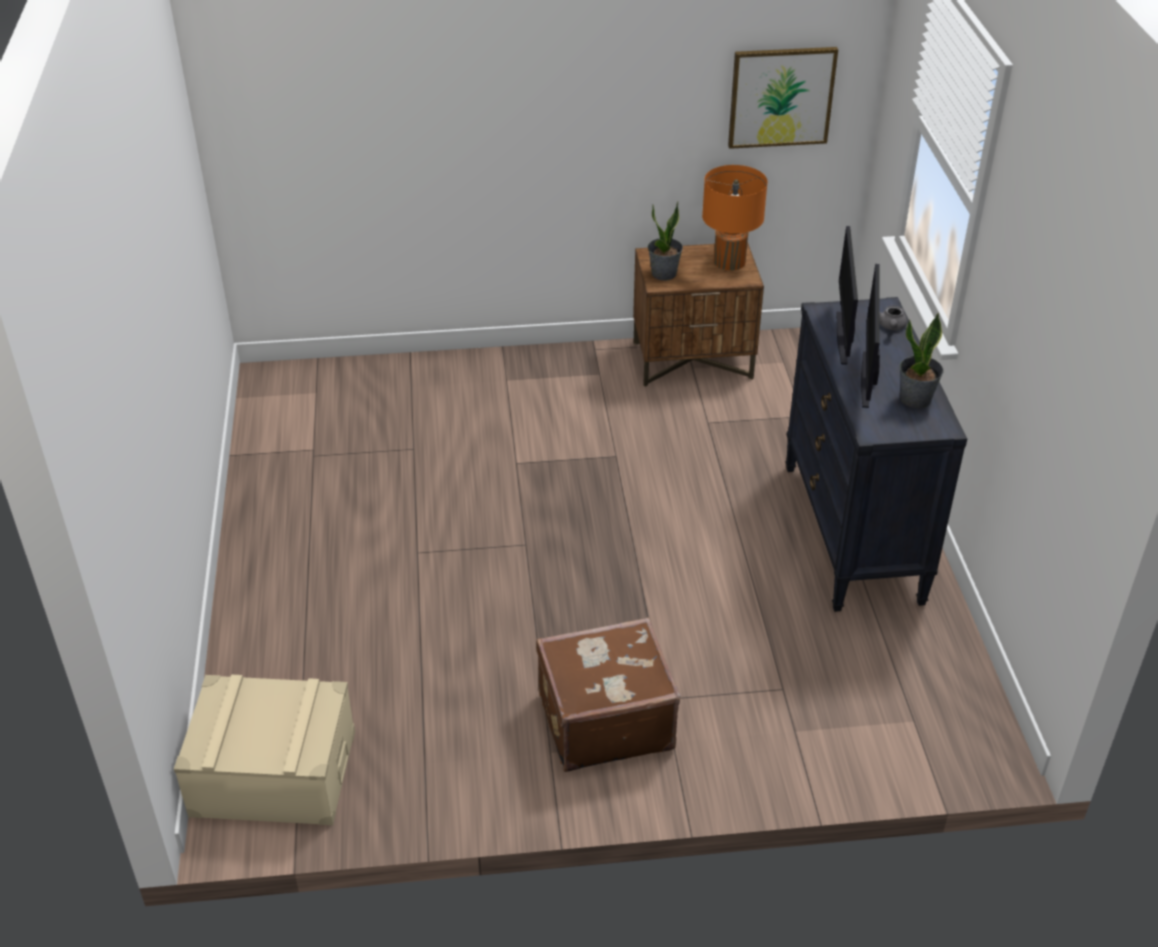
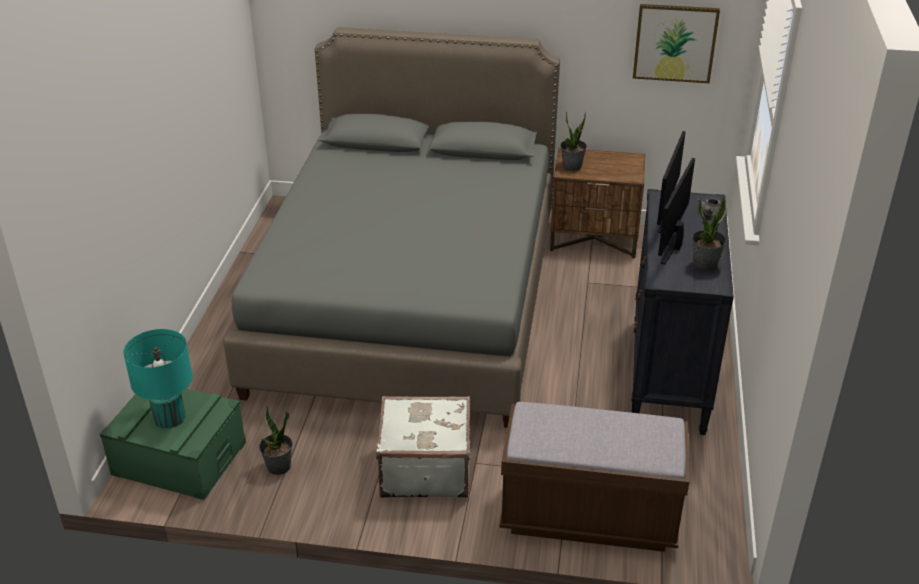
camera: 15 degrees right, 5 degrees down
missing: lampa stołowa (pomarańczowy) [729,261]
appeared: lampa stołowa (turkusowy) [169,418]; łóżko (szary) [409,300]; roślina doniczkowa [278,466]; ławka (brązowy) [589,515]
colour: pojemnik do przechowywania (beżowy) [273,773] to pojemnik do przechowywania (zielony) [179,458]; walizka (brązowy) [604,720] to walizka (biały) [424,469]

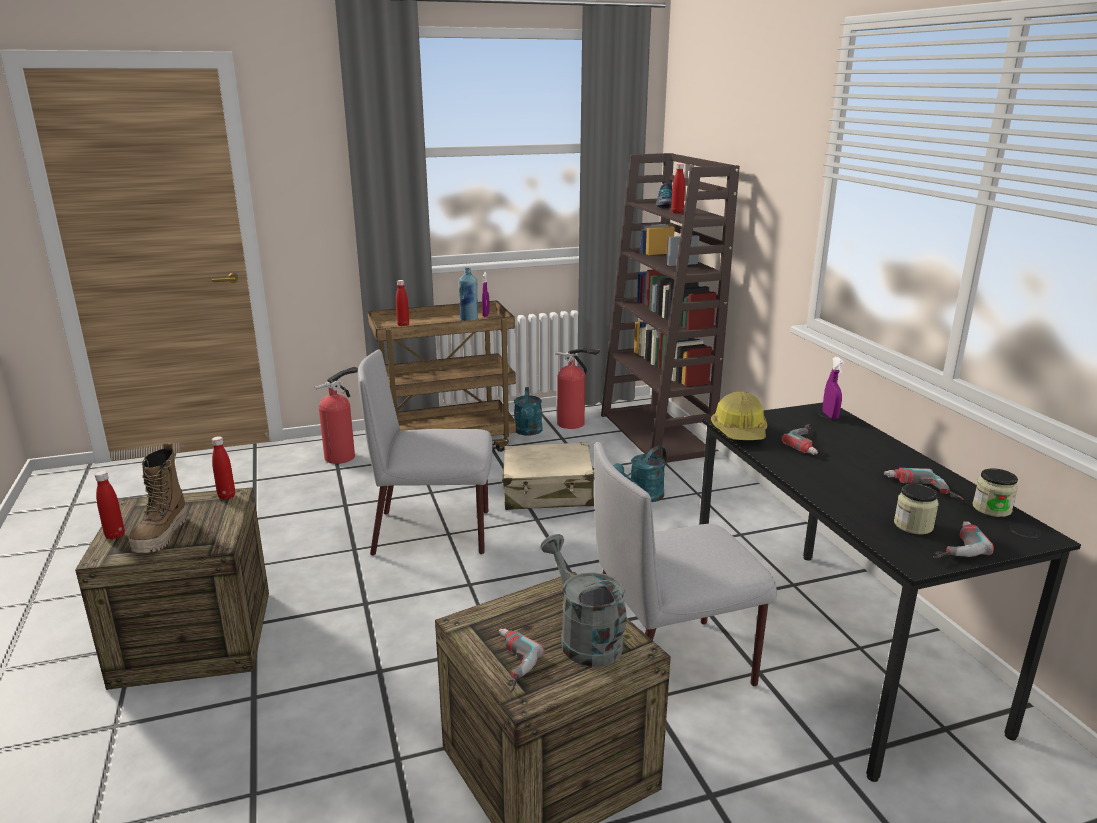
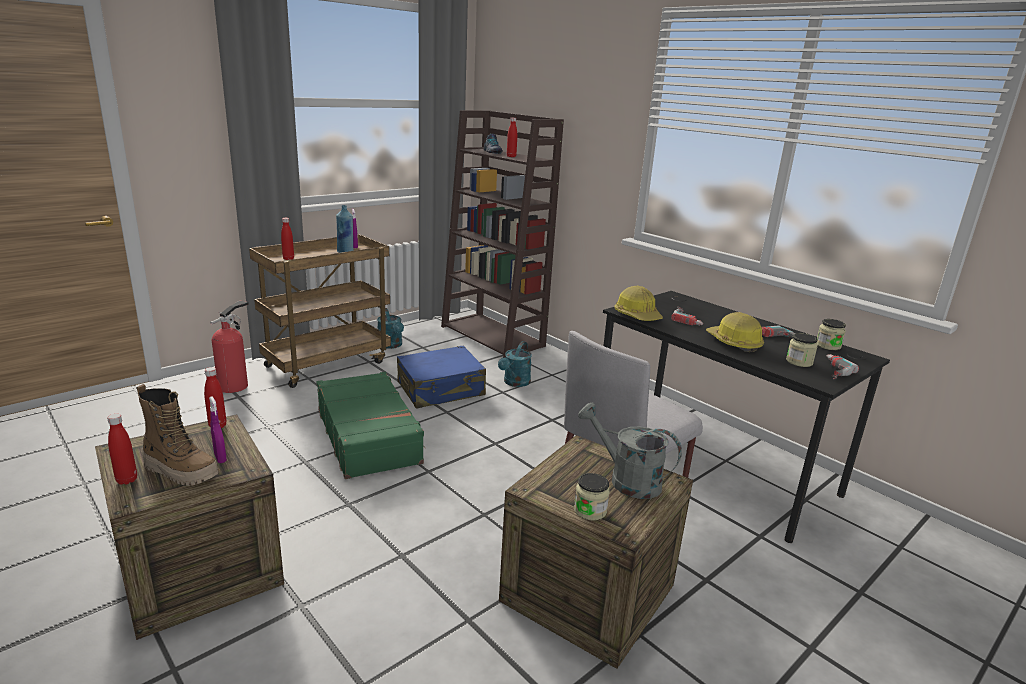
camera: 25 degrees left, 0 degrees up
missing: gaśnica [573,424]
appeared: kask [734,343]
relocated: spryskiwacz (fioletowy) [830,415] to [220,458]
exchanged: krzesło (szary) [434,532] to walizka (zielony) [369,436]; wiertarka [506,664] to słoik [590,510]
colour: walizka (beżowy) [548,492] to walizka (niebieski) [441,389]
spun: but z cholewką [162,536] = [181,471] 45 degrees counterclockwise

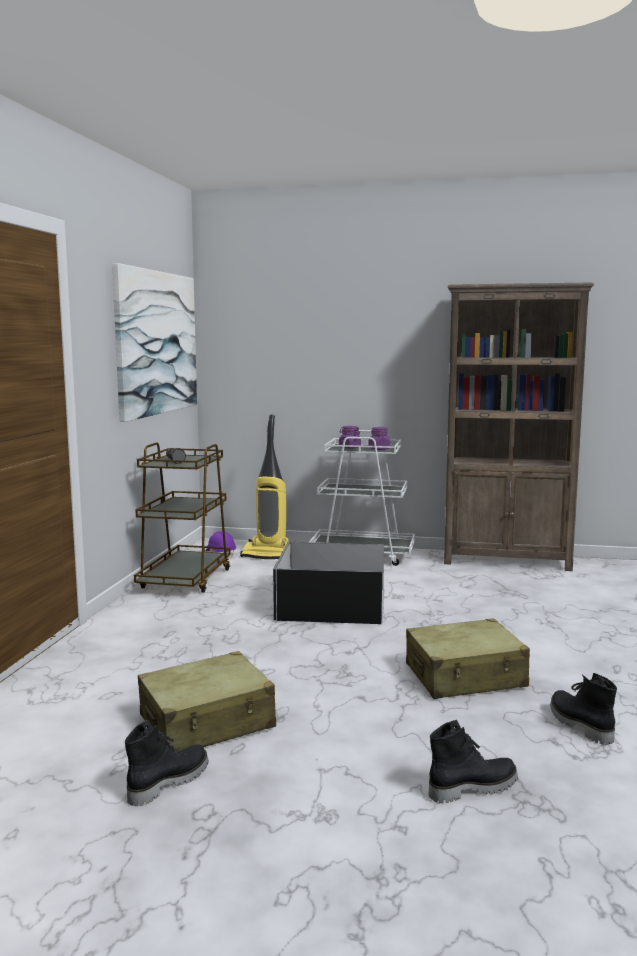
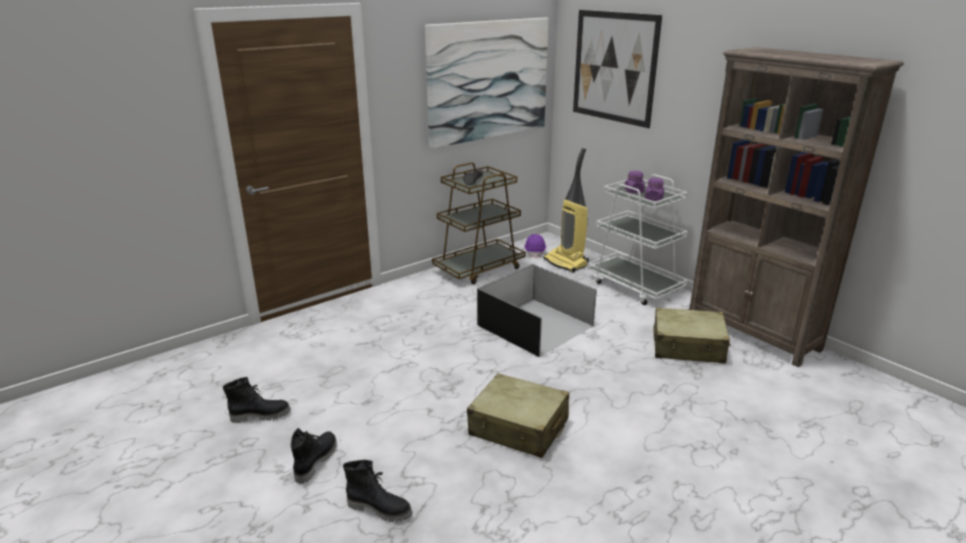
camera: 40 degrees right, 15 degrees up
appeared: obraz [614,67]
relocated: but z cholewką (czarny) [579,725] to [315,461]; walizka (beżowy) [207,722] to [688,347]

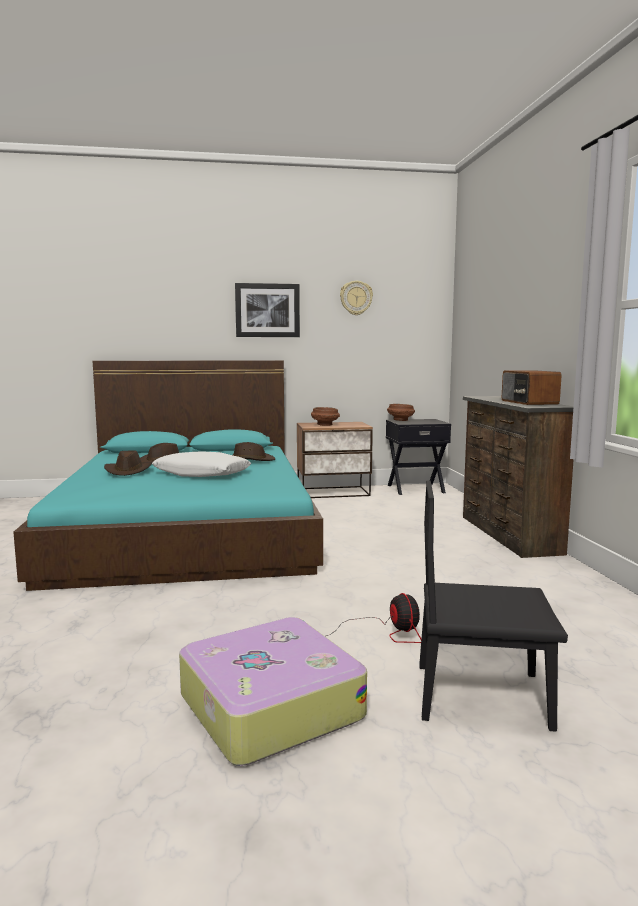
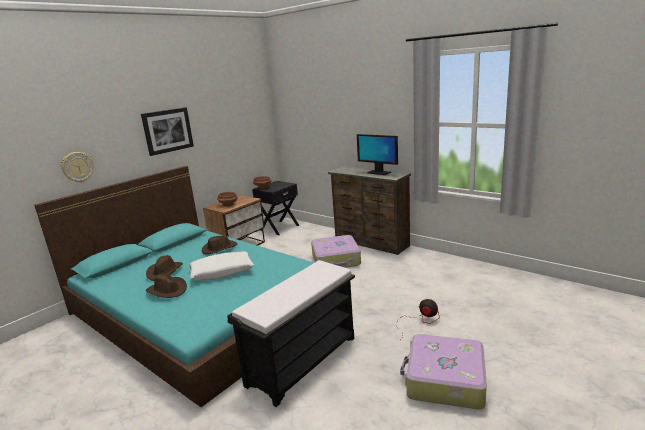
camera: 40 degrees left, 10 degrees up
missing: krzesło (czarny) [482,696]
appeared: ławka (czarny) [303,360]; walizka [336,260]
relocated: zegar ścienny [356,298] to [77,167]
exchanged: radio [528,402] to monitor [378,173]

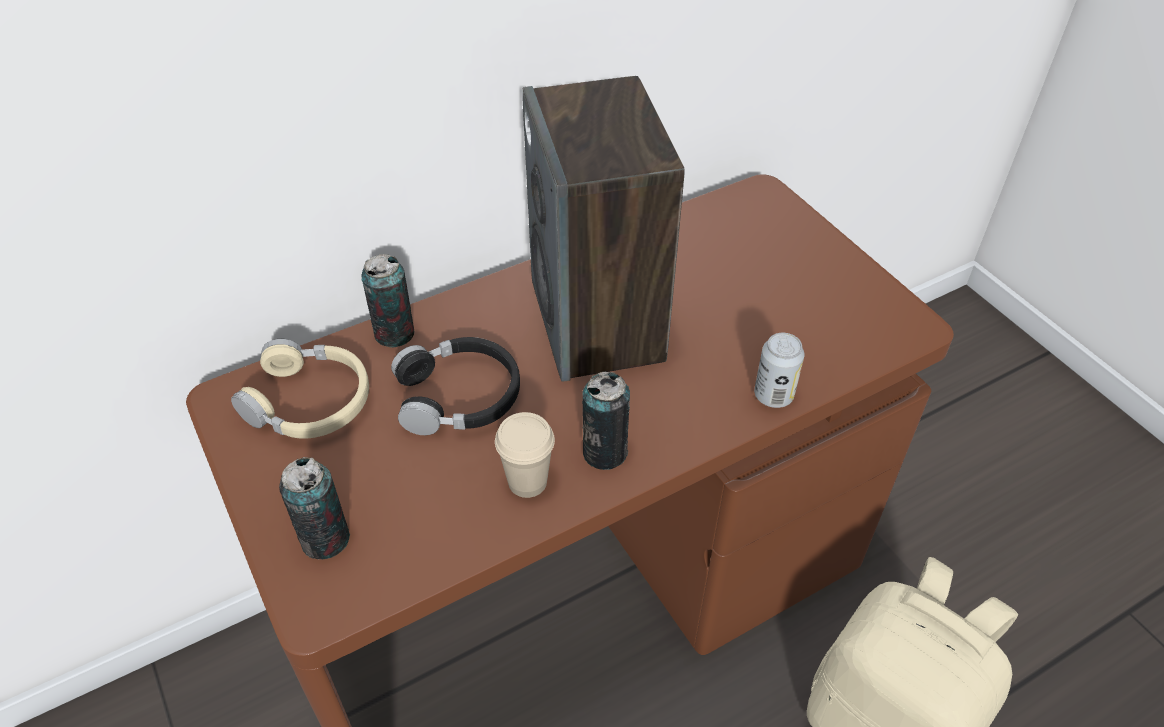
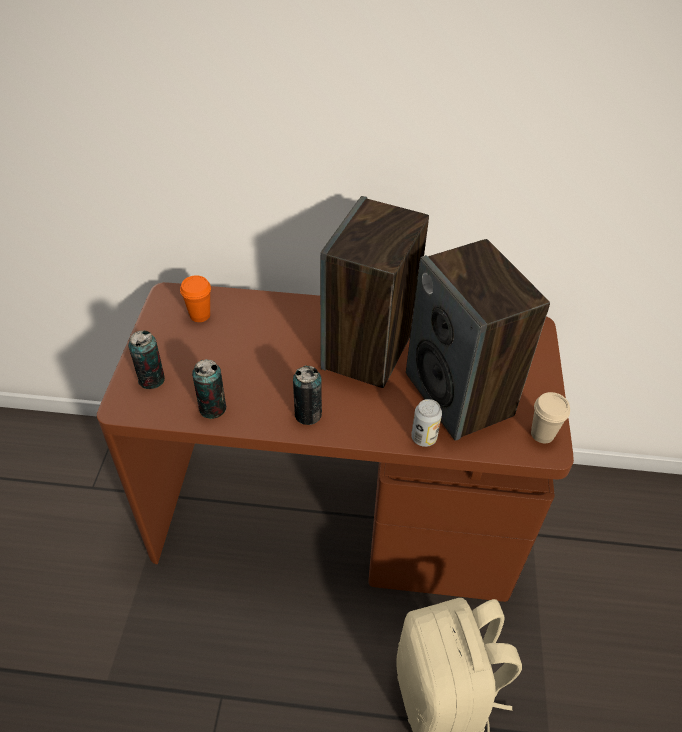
camera: 35 degrees right, 0 degrees up
missing: słuchawki (czarny) [459,396]
appeared: głośnik [459,395]
relocated: puszka [394,333] to [212,408]; filiżanka (beżowy) [527,482] to [542,434]
exchanged: słuchawki (beżowy) [309,402] to filiżanka (pomarańczowy) [200,315]

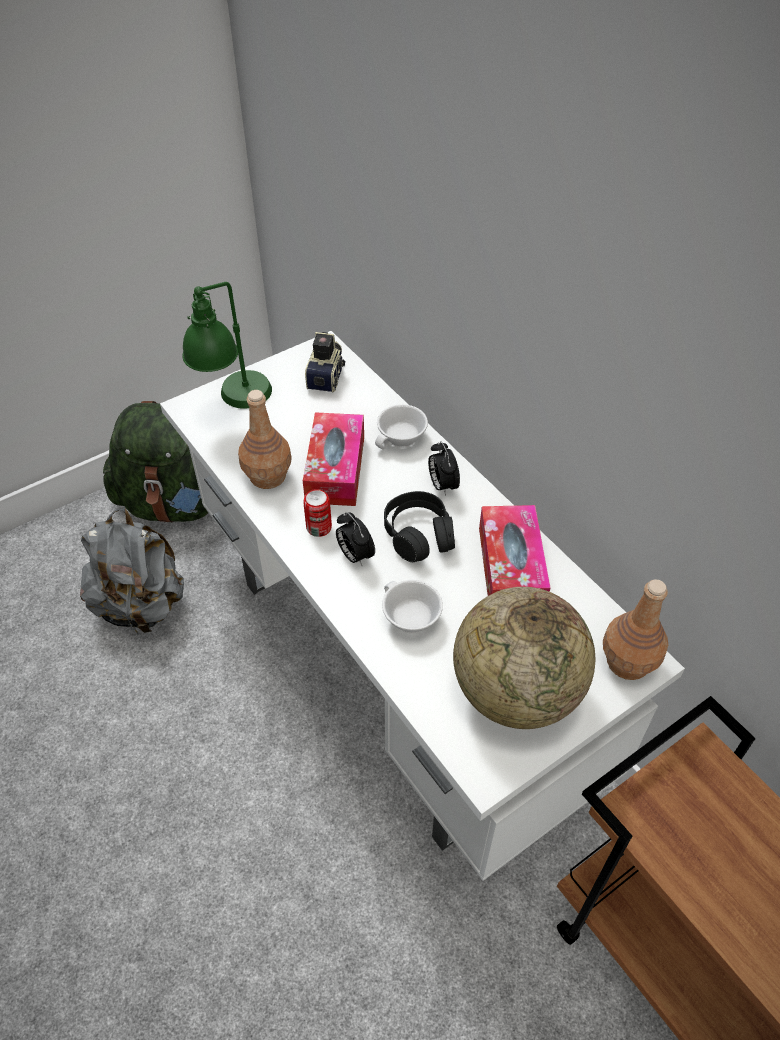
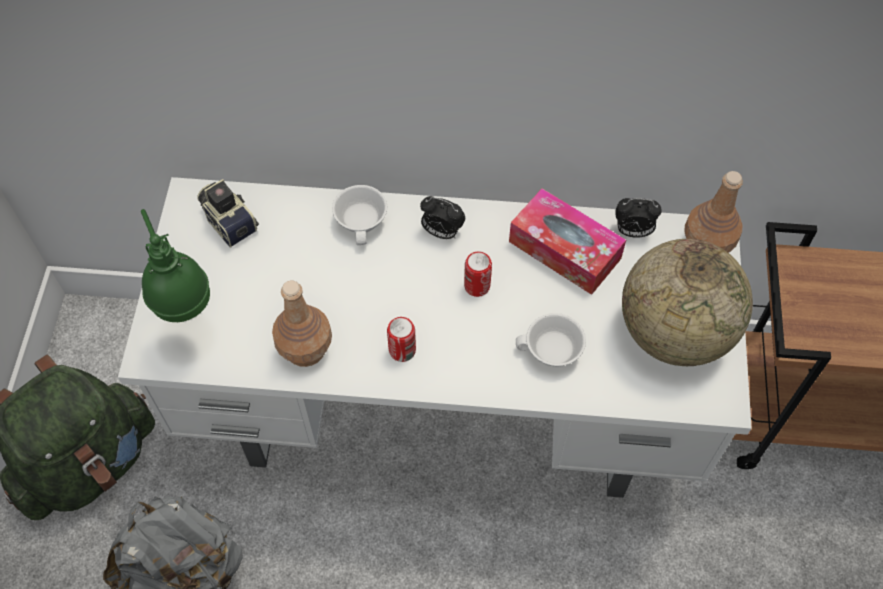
camera: 50 degrees left, 10 degrees up
missing: pudełko chusteczek [335,469]
relocated: budzik [355,555] to [632,231]
exchanged: słuchawki (czarny) [418,535] to puszka [477,286]

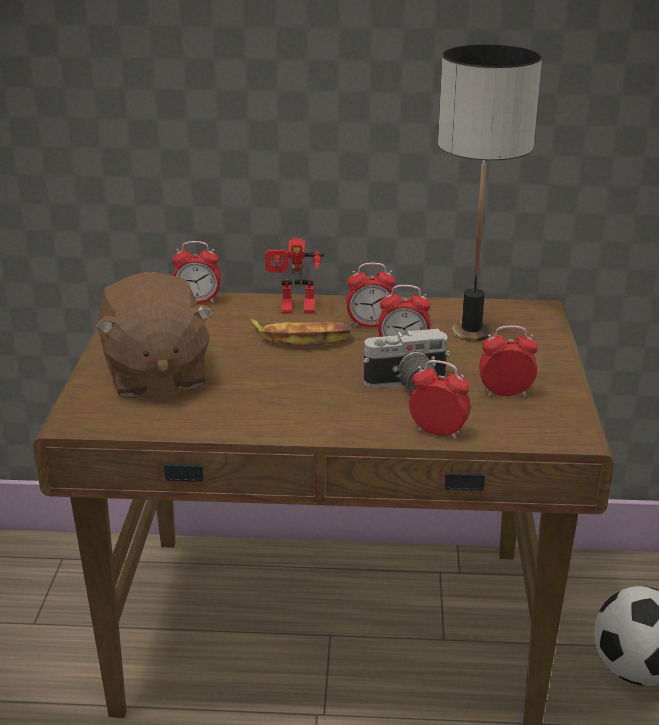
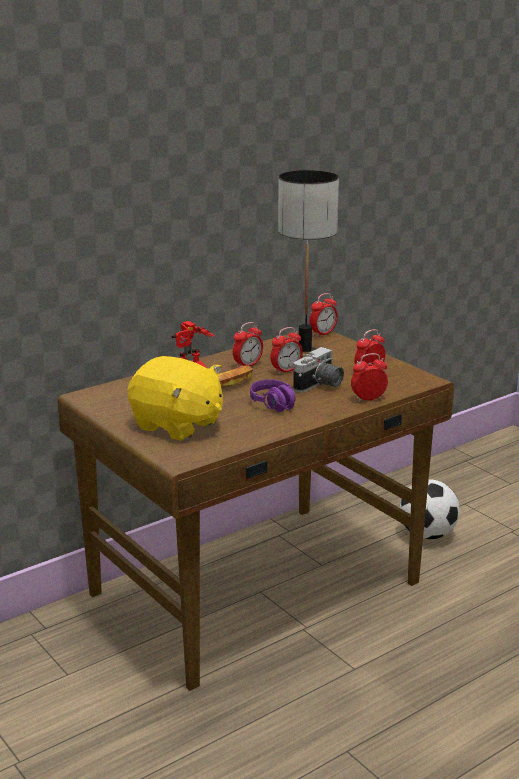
camera: 40 degrees left, 5 degrees down
appeared: słuchawki (fioletowy) [277,406]
relocated: budzik [198,301] to [323,333]
colour: pluszak (brązowy) [155,373] to pluszak (żółty) [177,425]

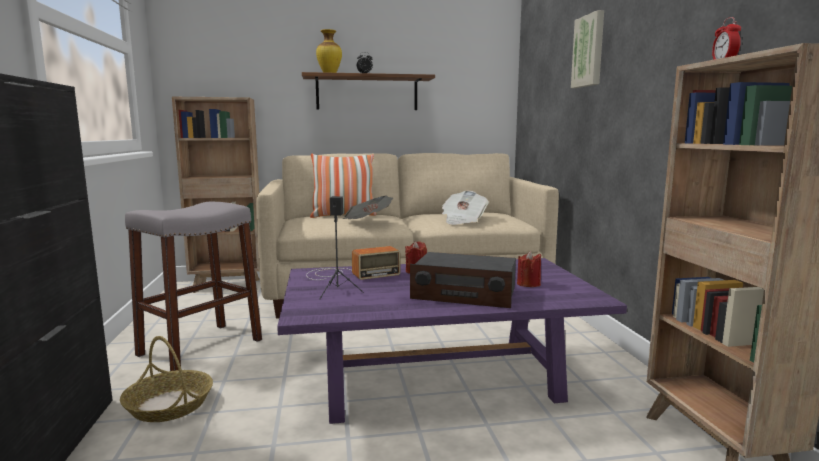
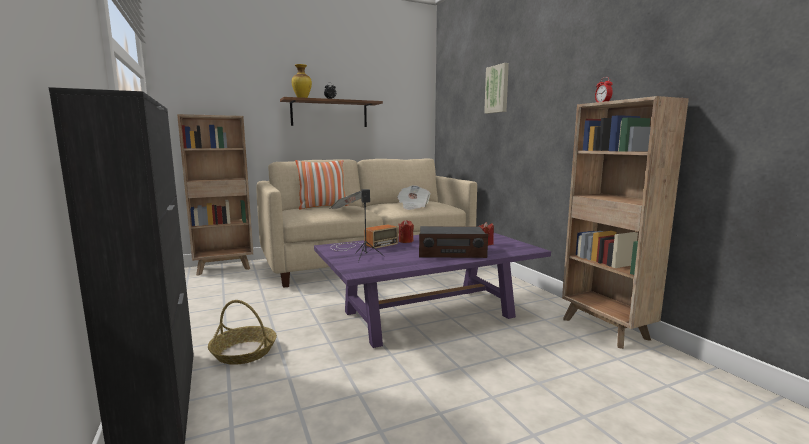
camera: 15 degrees left, 0 degrees up
missing: stołek (szary) [201,347]

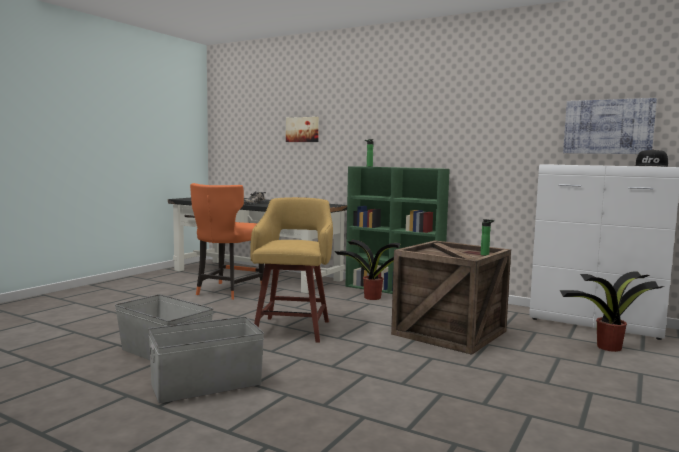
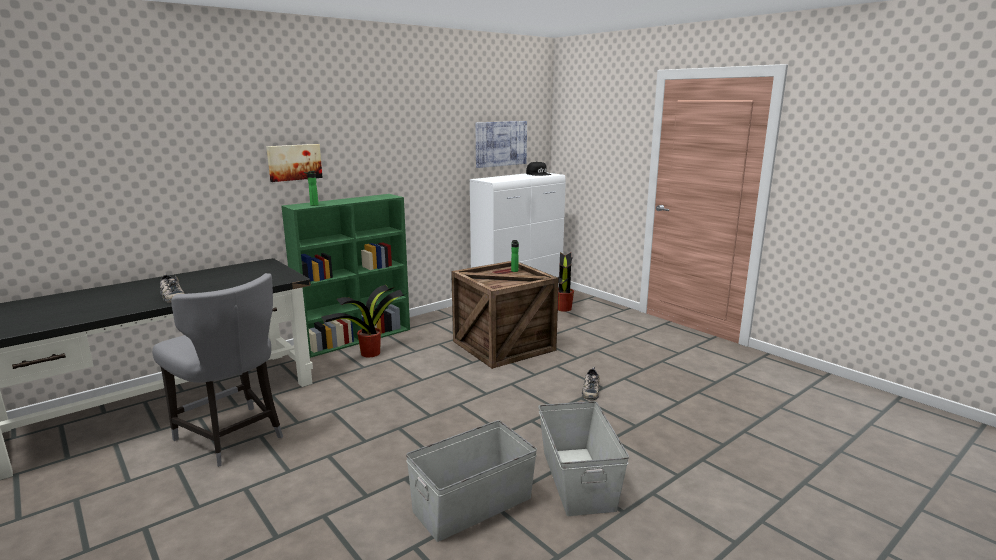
camera: 70 degrees left, 10 degrees up
missing: stołek (żółty) [293,328]
appeared: but [590,390]
relocated: obraz [302,129] to [294,162]
colour: krzesło (pomarańczowy) [227,291] to krzesło (szary) [232,437]

